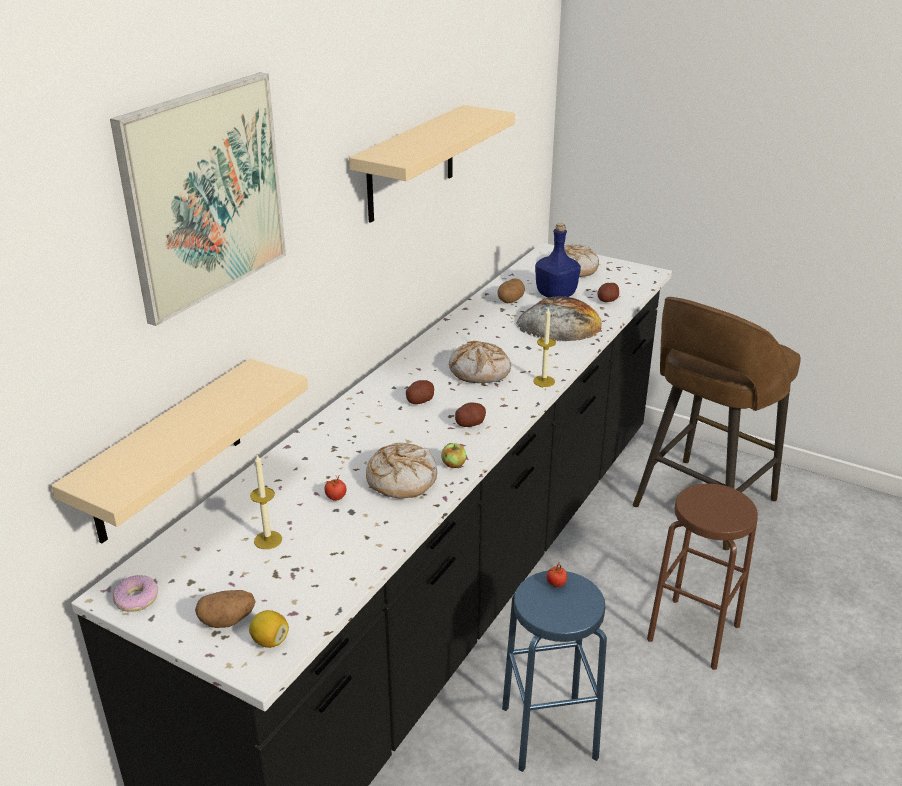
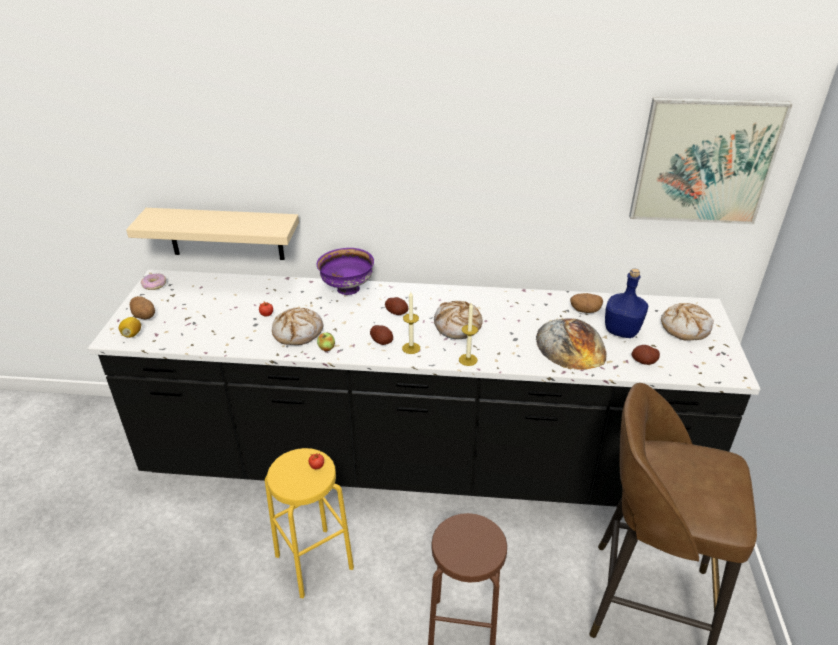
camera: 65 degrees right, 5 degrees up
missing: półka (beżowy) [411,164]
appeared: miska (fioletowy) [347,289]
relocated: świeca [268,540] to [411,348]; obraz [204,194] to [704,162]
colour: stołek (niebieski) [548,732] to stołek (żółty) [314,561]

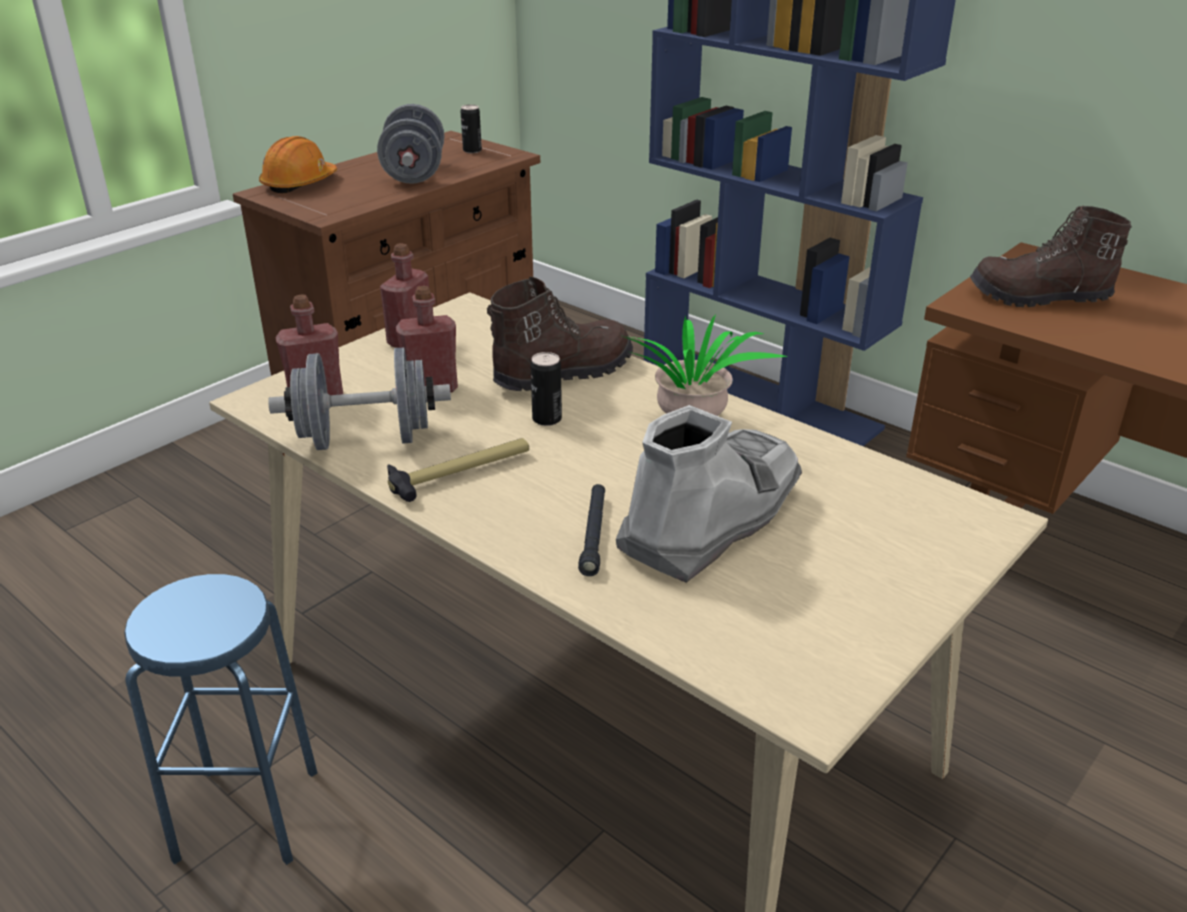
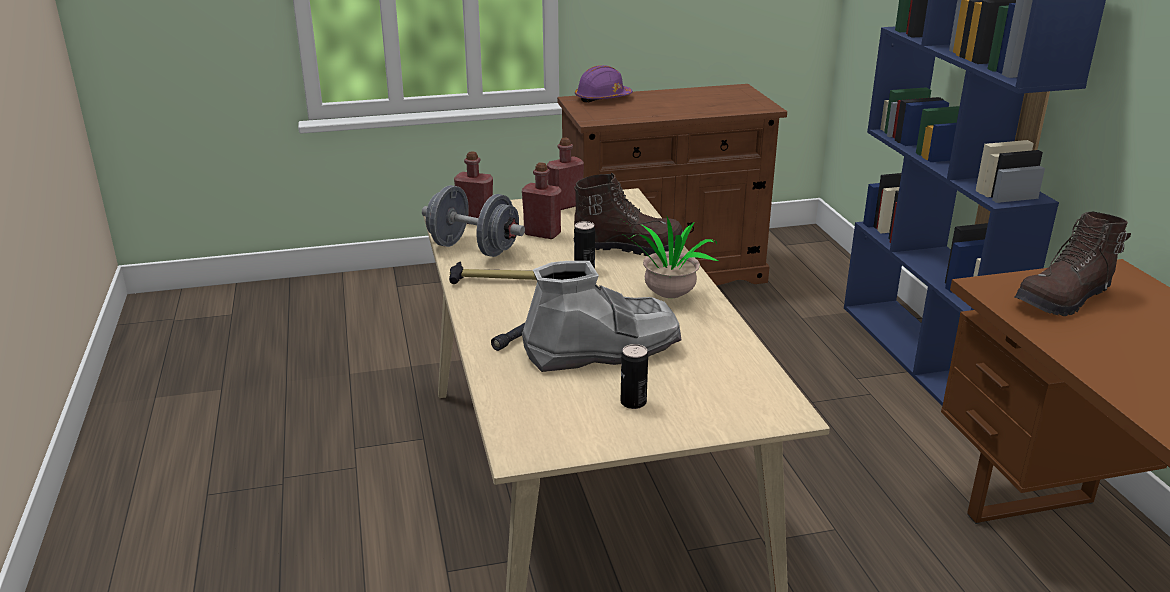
camera: 35 degrees right, 5 degrees down
missing: stołek (niebieski) [246,814]; hantel (szary) [414,173]
relocated: puszka [472,150] to [633,402]
colour: kask (pomarańczowy) [299,183] to kask (fioletowy) [602,98]
spun: but z cholewką (brązowy) [1039,298] = [1064,299] 75 degrees counterclockwise

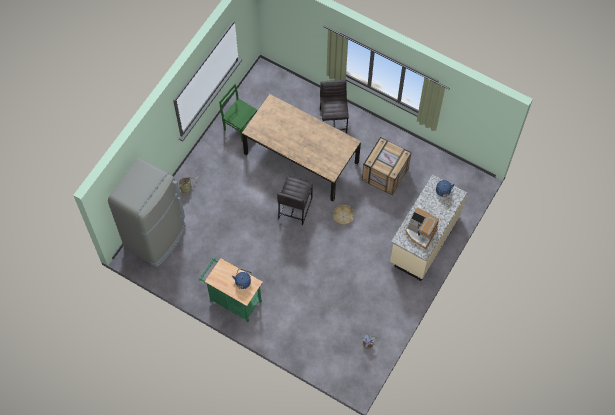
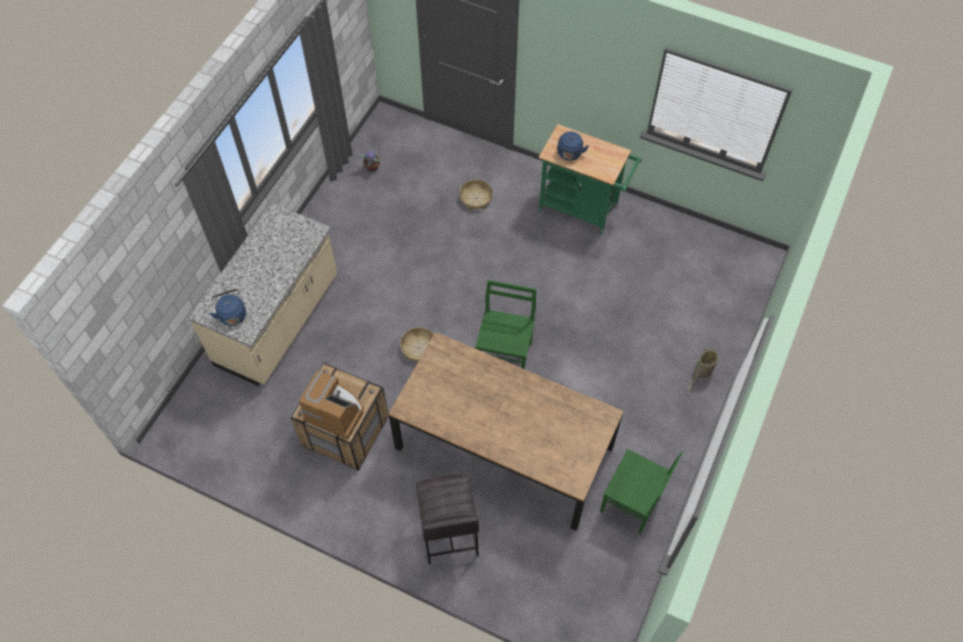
camera: 175 degrees right, 5 degrees down
missing: lodówka (szary) [156,238]
appeared: koszyk [475,198]
relocated: ekspres do kawy [420,232] to [335,411]
exchanged: stołek (szary) [294,208] to krzesło (zielony) [505,355]

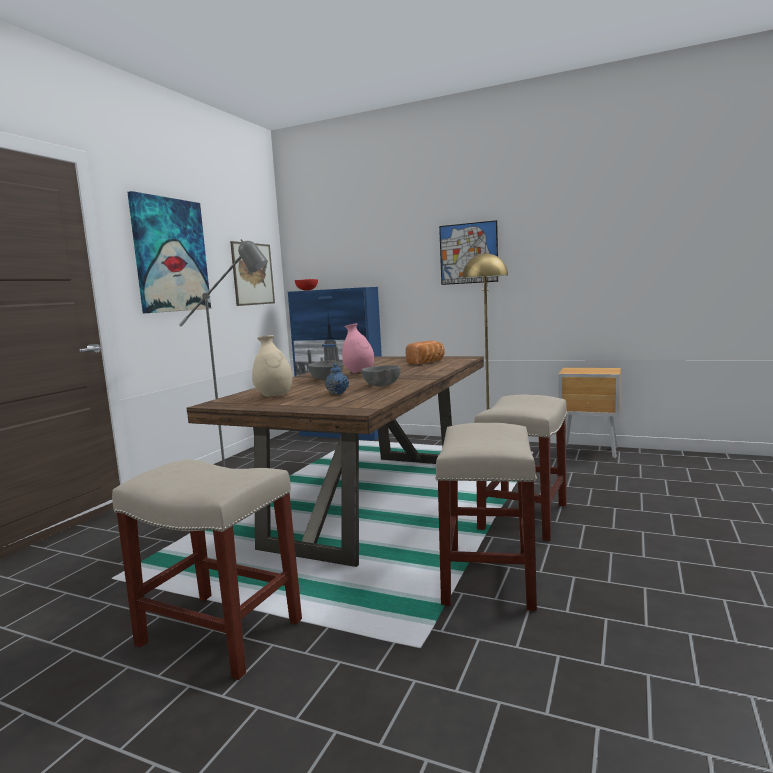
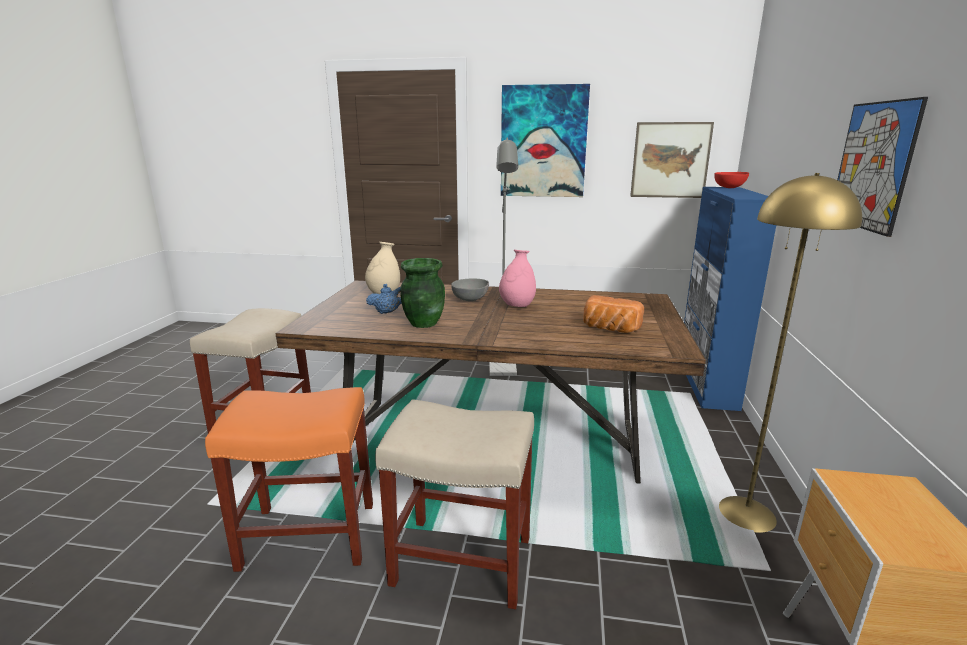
camera: 75 degrees right, 10 degrees up
exchanged: miska (szary) [381,386] to wazon (zielony) [423,323]
colour: stołek (beżowy) [489,577] to stołek (pomarańczowy) [306,536]

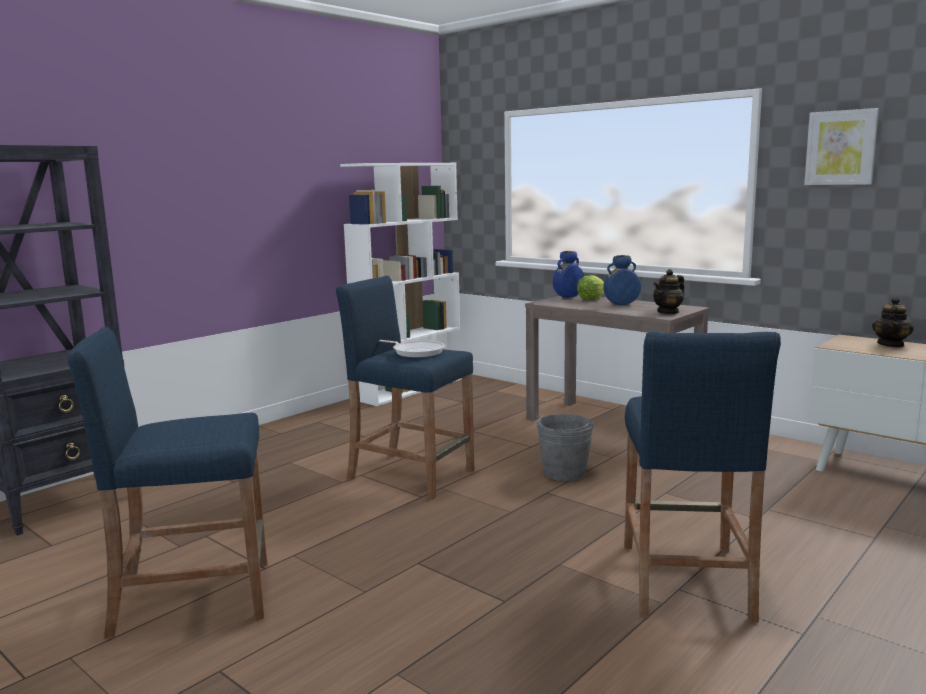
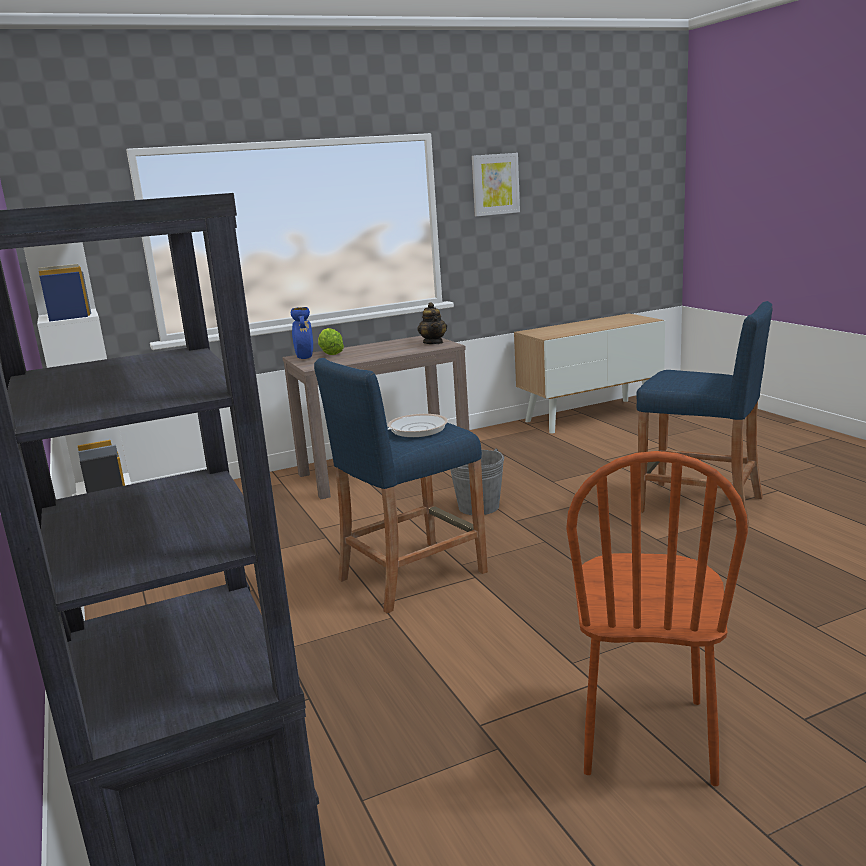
camera: 65 degrees left, 5 degrees up
missing: wazon (niebieski) [621,304]; imbryk [891,344]
exchanged: stołek (niebieski) [192,597] to krzesło (brązowy) [646,736]

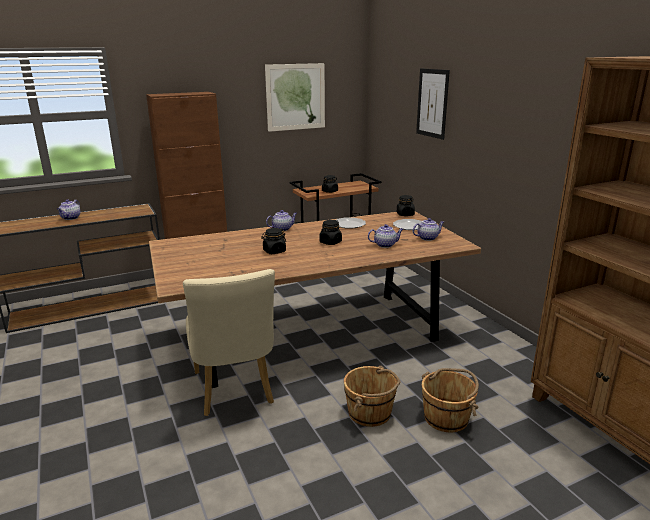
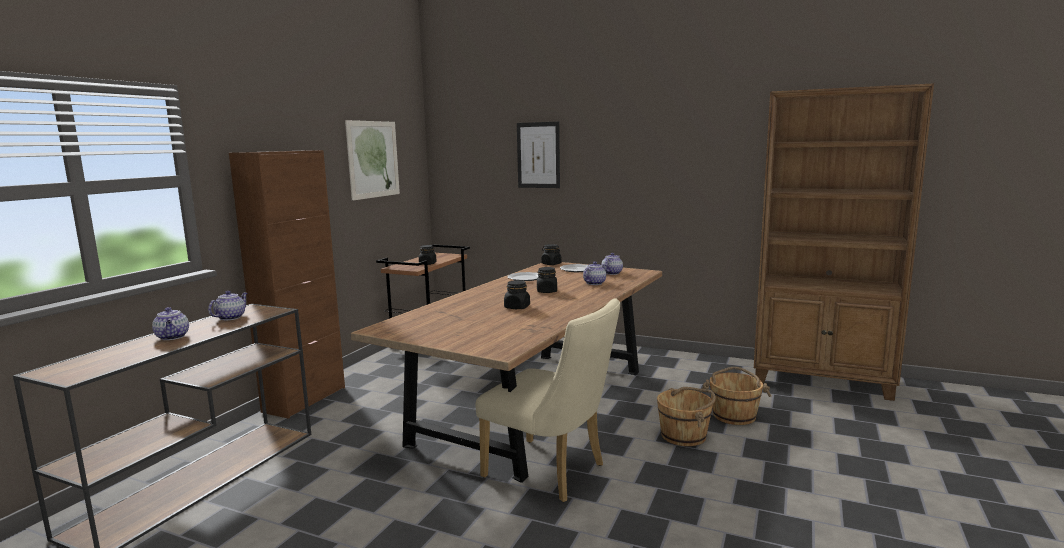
camera: 40 degrees left, 10 degrees down
relocated: imbryk [282,229] to [231,317]

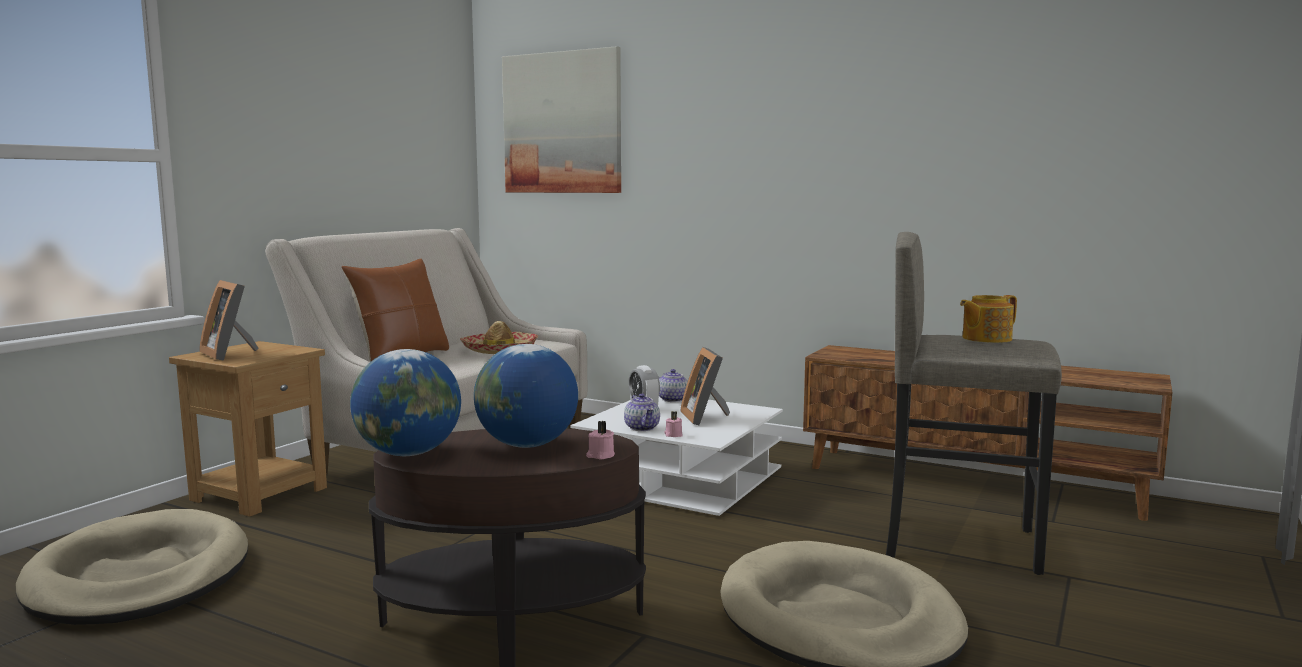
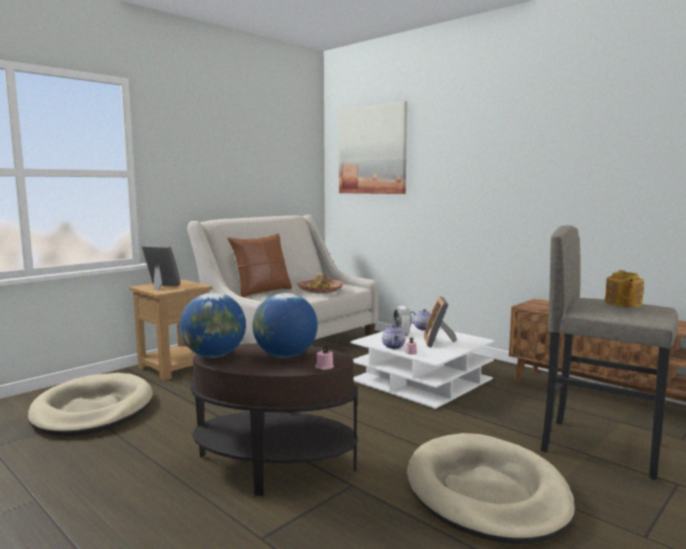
camera: 15 degrees right, 0 degrees up
spun: ramka na zdjęcie [231,354] = [161,286] 135 degrees clockwise; imbryk [985,339] = [622,303] 60 degrees counterclockwise

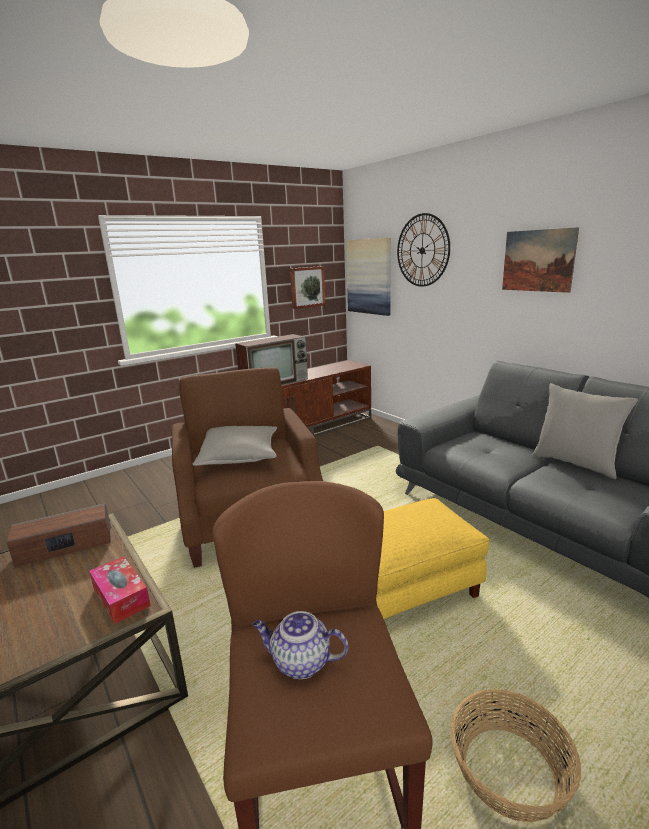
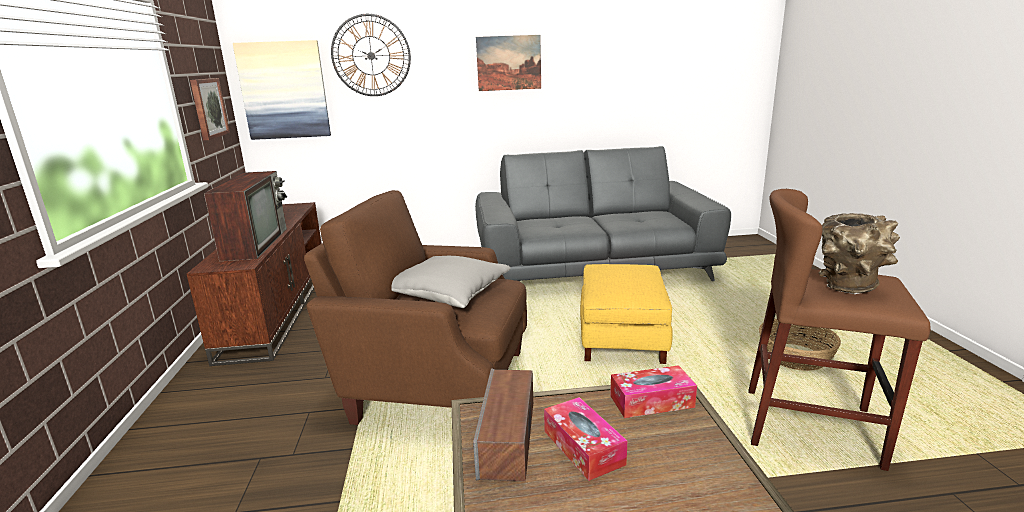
camera: 60 degrees left, 0 degrees up
missing: poduszka (szary) [575,463]
appeared: pudełko chusteczek [583,447]
exchanged: imbryk [300,662] to wazon (brązowy) [848,288]

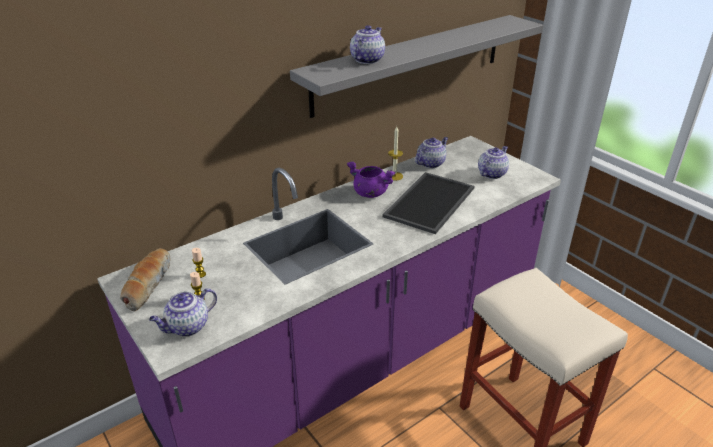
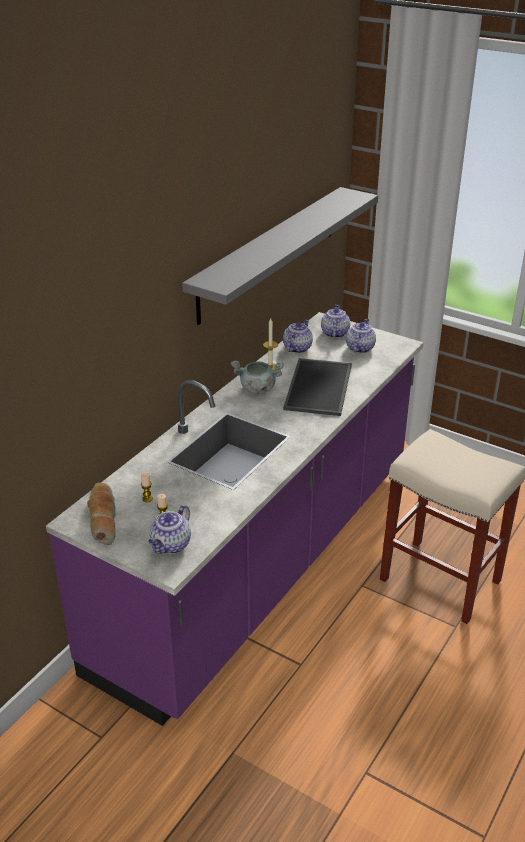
camera: 20 degrees left, 0 degrees up
relocated: imbryk [367,60] to [334,333]
colour: garnek (fioletowy) [369,193] to garnek (szary) [257,389]

